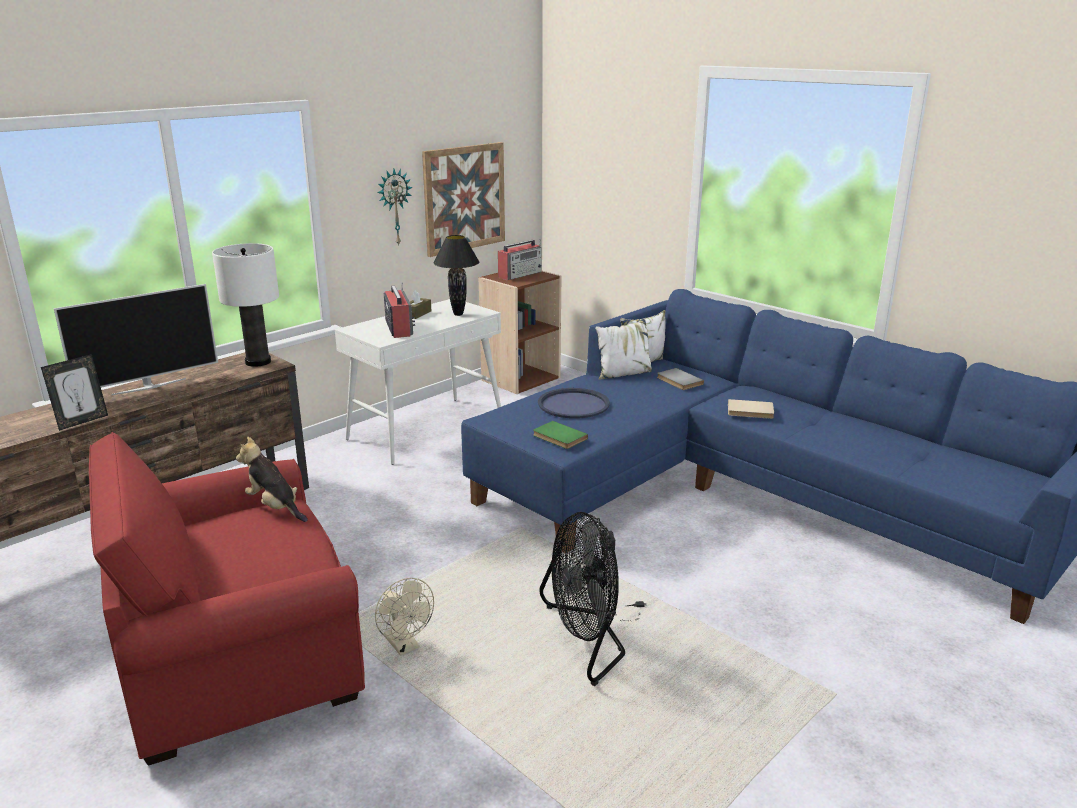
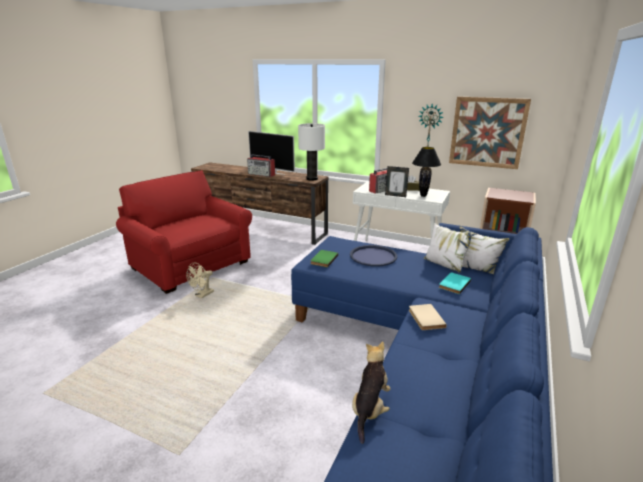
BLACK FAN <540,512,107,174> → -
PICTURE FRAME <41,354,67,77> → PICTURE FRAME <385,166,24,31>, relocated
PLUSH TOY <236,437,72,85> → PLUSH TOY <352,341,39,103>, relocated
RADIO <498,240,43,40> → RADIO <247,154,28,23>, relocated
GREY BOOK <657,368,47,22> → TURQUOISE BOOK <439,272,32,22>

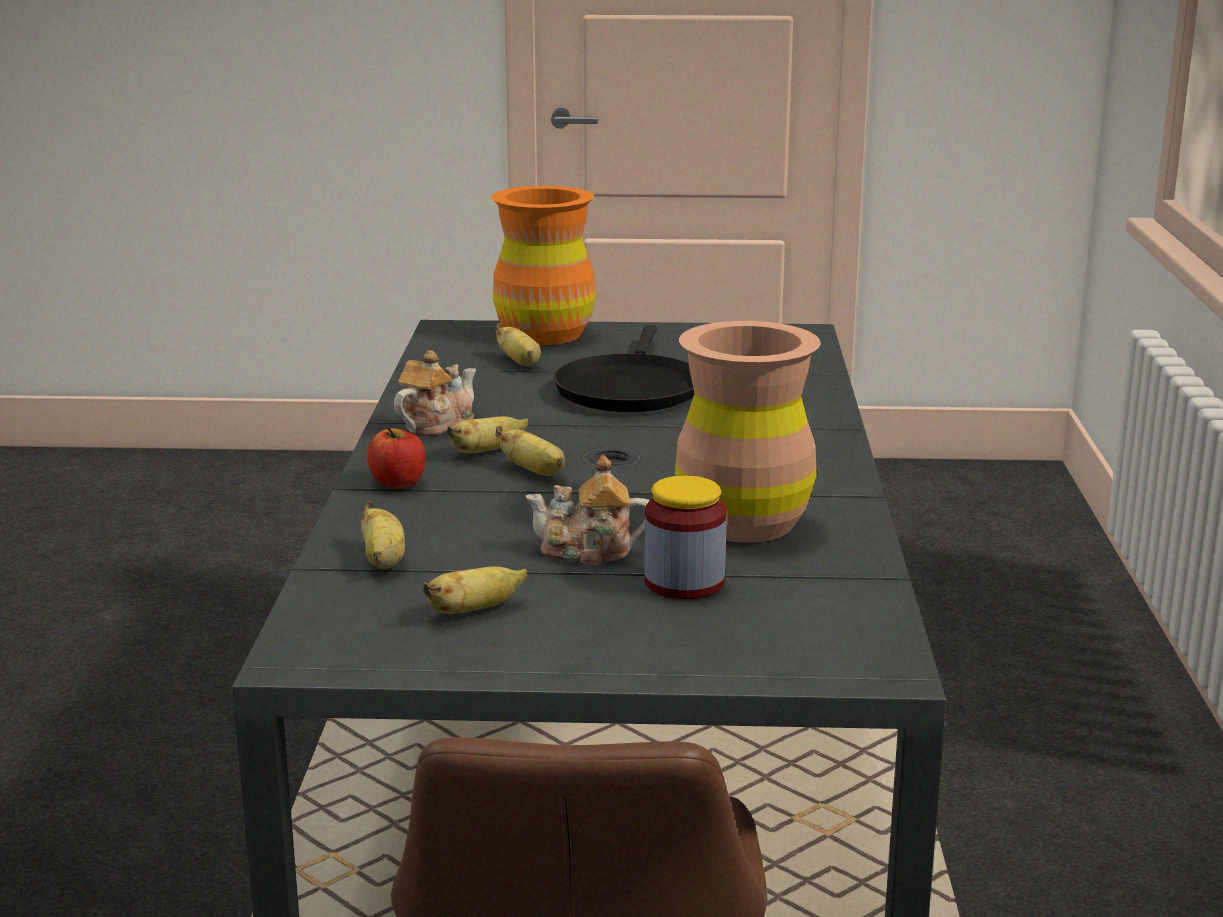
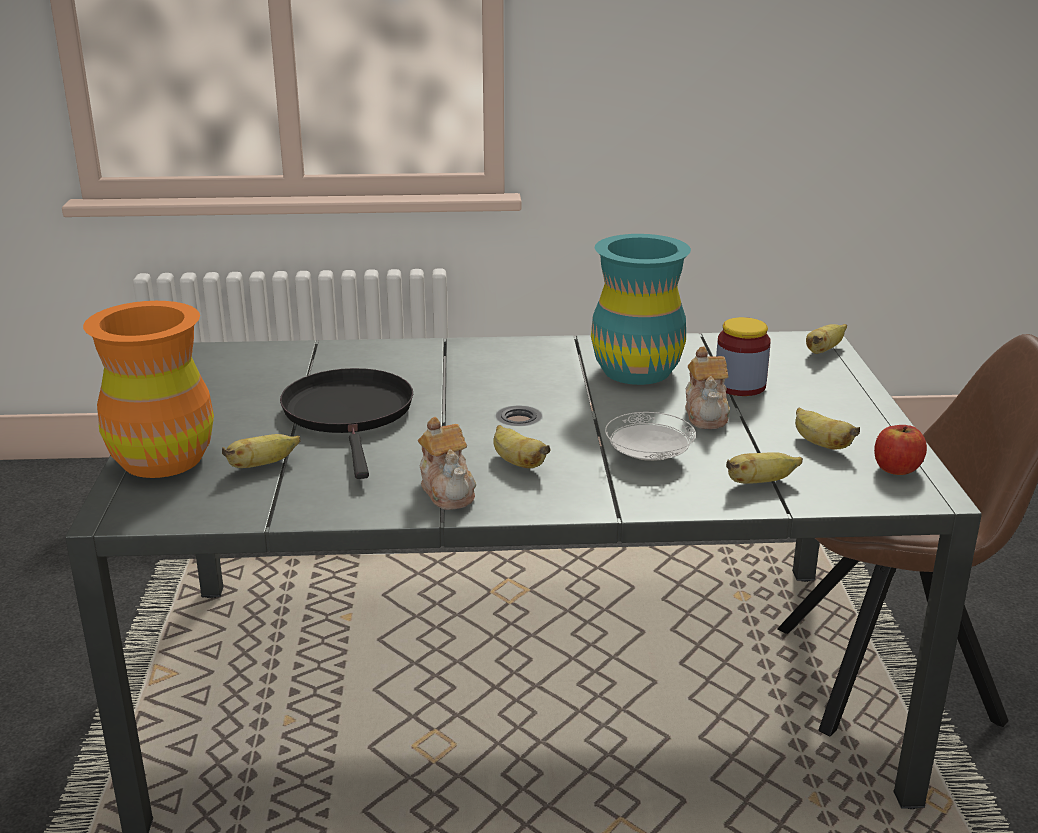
- → WHITE PLATE <605,412,91,49>
APPLE <367,427,59,61> → APPLE <874,425,53,50>, relocated
BANANA <495,426,70,50> → BANANA <806,324,41,30>, relocated
BROWN VASE <675,321,146,222> → TURQUOISE VASE <591,234,100,151>
TEAPOT <394,350,82,86> → TEAPOT <418,417,58,93>, 150 degrees counterclockwise
BLACK FRYING PAN <554,325,141,87> → BLACK FRYING PAN <280,368,133,111>, 105 degrees counterclockwise

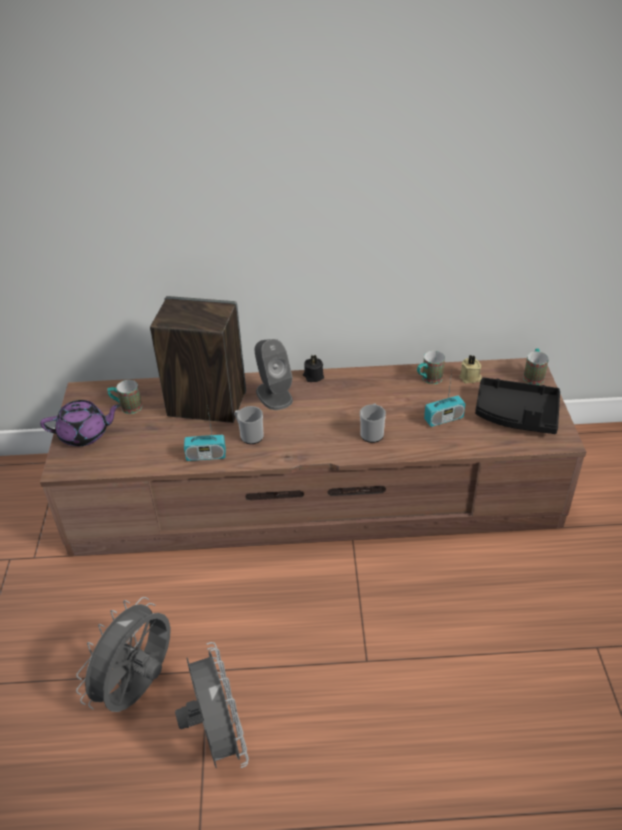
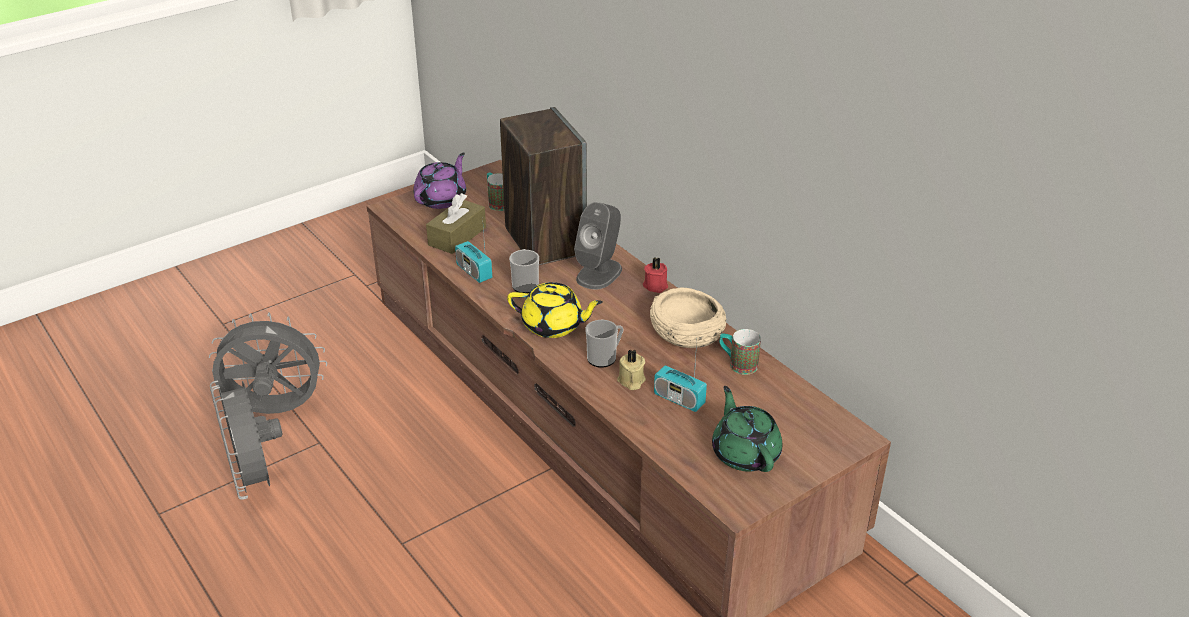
MUG <523,348,26,37> → -
- → BROWN TISSUE BOX <426,193,60,61>
- → YELLOW TEAPOT <507,282,96,56>
- → BEIGE BOWL <650,287,76,61>
BEIGE CANDLE <459,355,23,28> → BEIGE CANDLE <617,349,29,41>, relocated
BLACK TRAY <475,377,85,57> → GREEN TEAPOT <712,386,70,86>
BLACK CANDLE <303,354,21,28> → RED CANDLE <643,257,25,36>
PURPLE TEAPOT <40,400,81,46> → PURPLE TEAPOT <414,153,52,56>, 105 degrees counterclockwise
GREY FAN <175,642,74,126> → GREY FAN <210,380,73,120>, 120 degrees clockwise

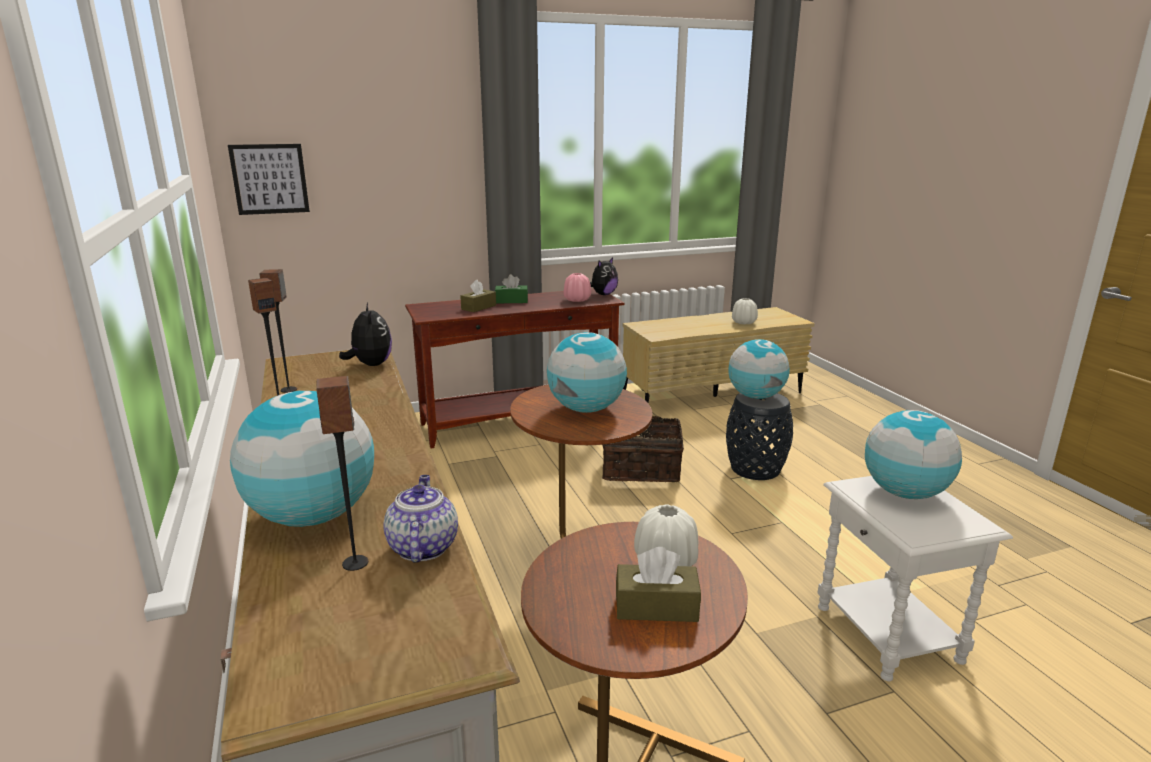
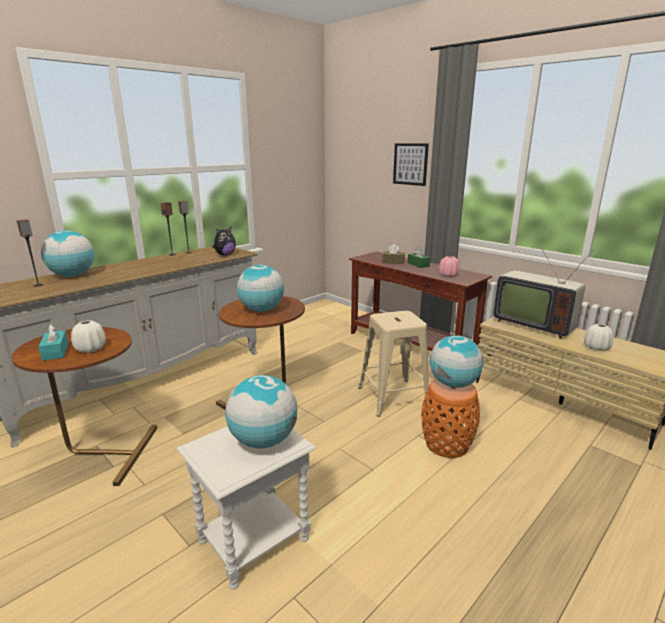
TEAPOT <383,475,75,88> → -
PLUSH TOY <590,257,28,38> → -
- → TELEVISION <493,245,101,94>
PICTURE <228,144,82,71> → PICTURE <393,143,36,43>, relocated
BASKET <602,416,82,66> → BEIGE STOOL <358,311,71,106>
BROWN TISSUE BOX <616,547,85,75> → TURQUOISE TISSUE BOX <38,324,30,37>
BLACK STOOL <726,393,67,87> → ORANGE STOOL <421,379,59,79>

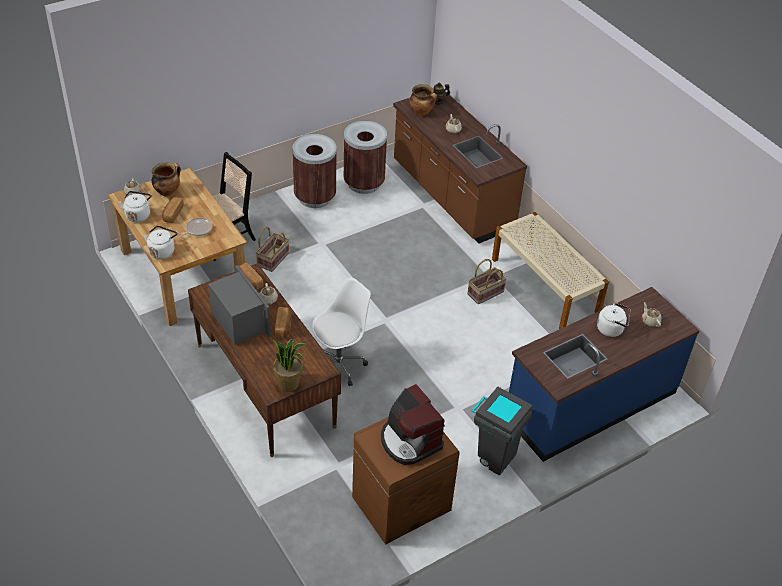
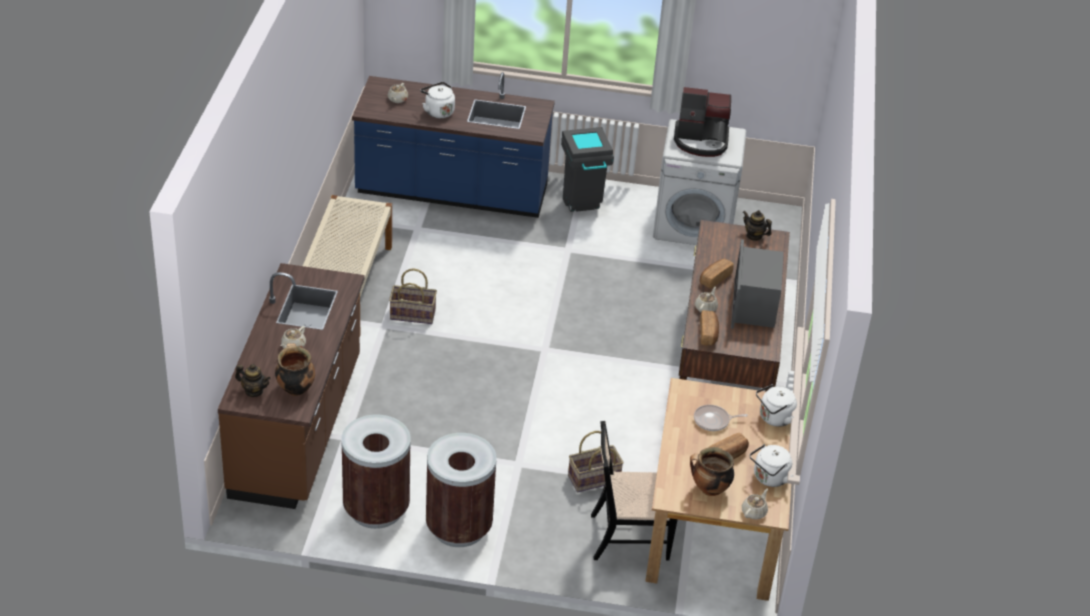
WHITE OFFICE CHAIR <312,278,59,108> → -
POTTED PLANT <273,339,33,53> → TEAPOT <743,210,29,31>
BROWN WASHING MACHINE <352,417,108,128> → WHITE WASHING MACHINE <653,119,94,126>
COFFEE MACHINE <381,384,64,81> → COFFEE MACHINE <674,87,57,70>, 90 degrees clockwise

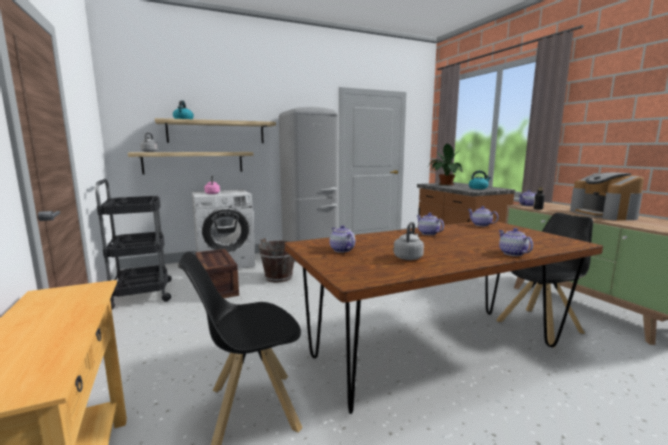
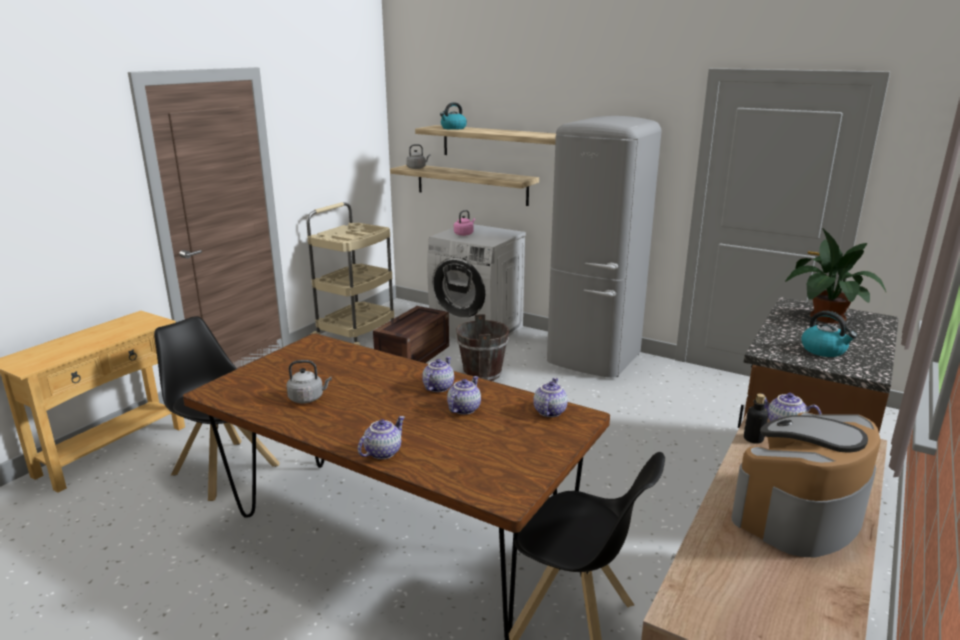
TEAPOT <329,225,26,28> → TEAPOT <447,376,34,39>, relocated
BLACK CART <95,179,77,131> → BEIGE CART <307,202,87,144>

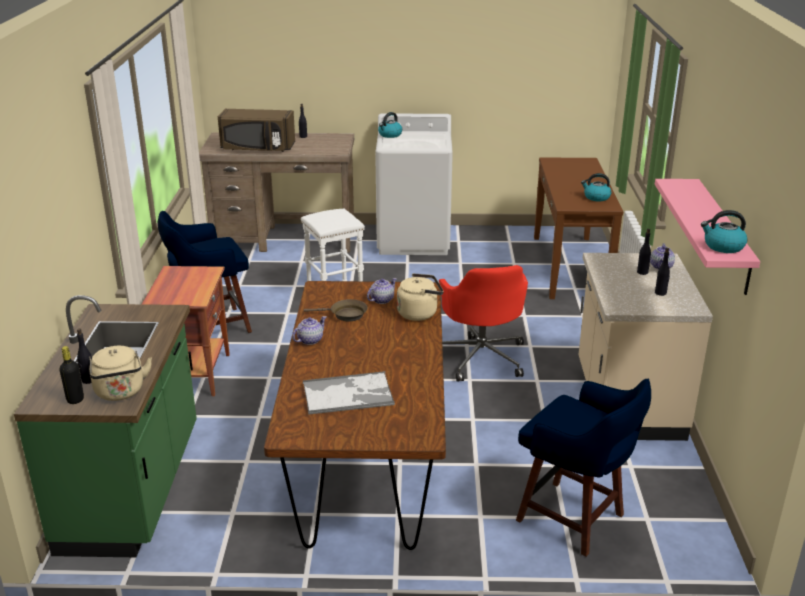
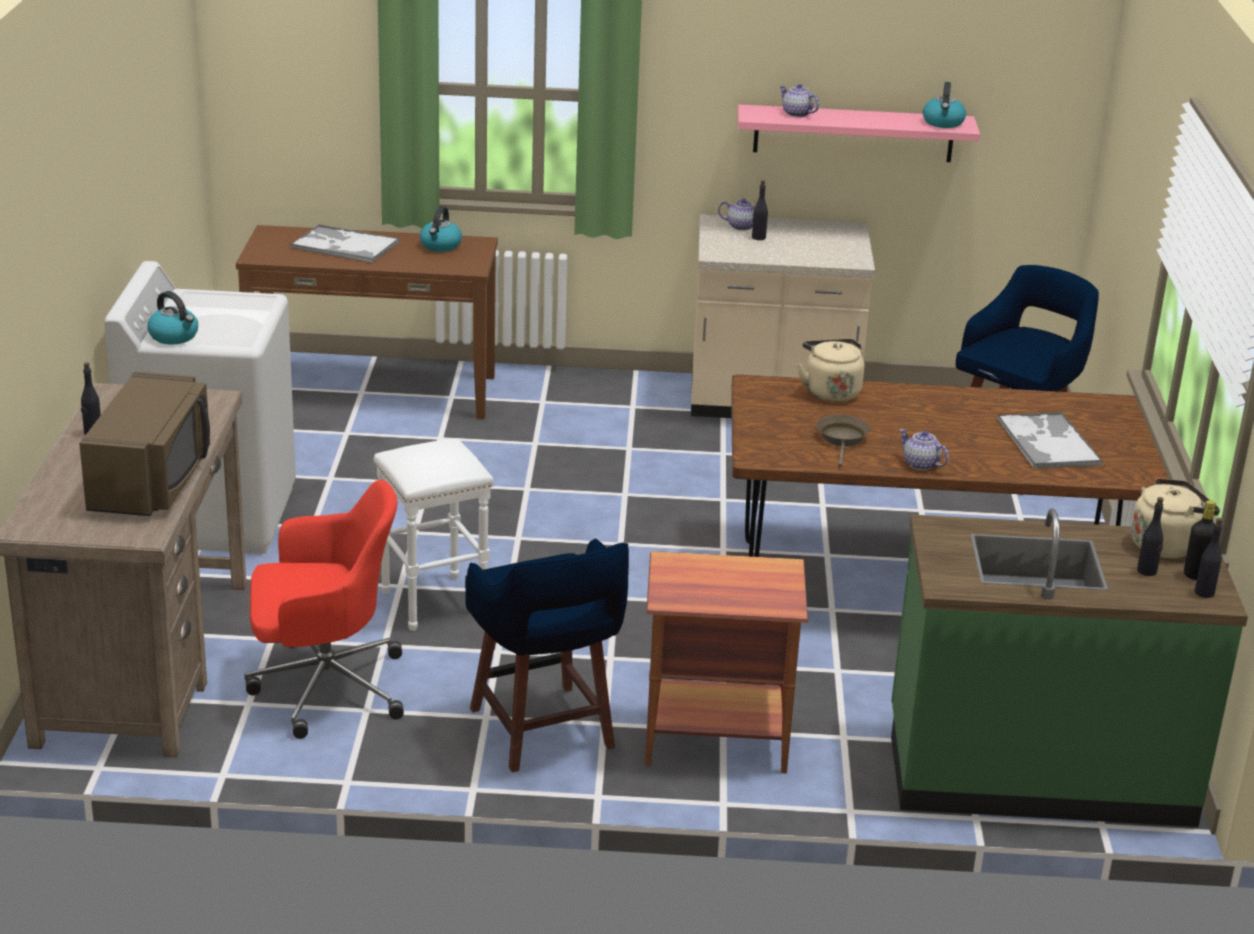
- → TRAY <290,224,109,39>
TEAPOT <367,278,30,26> → TEAPOT <779,84,40,33>, relocated
RED OFFICE CHAIR <439,265,89,117> → RED OFFICE CHAIR <244,480,160,259>, relocated
BLACK BOTTLE <655,248,15,48> → BLACK BOTTLE <1195,518,27,80>, relocated

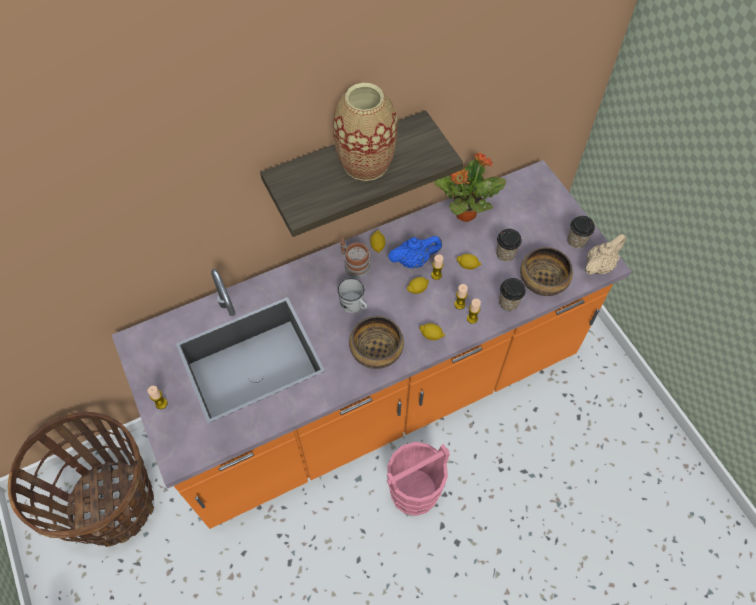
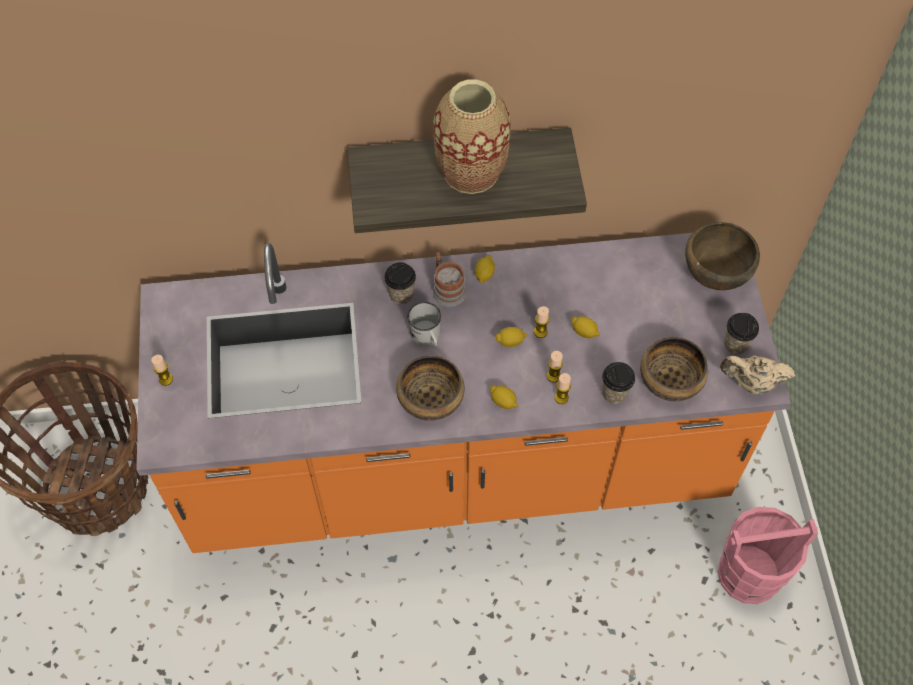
BLUE TEAPOT <388,236,54,32> → -
POTTED PLANT <434,152,72,70> → -
- → BROWN BOWL <685,222,75,68>
PINK BUCKET <387,442,63,74> → PINK BUCKET <718,507,100,97>, relocated
CUP <496,229,26,33> → CUP <384,262,32,42>, relocated
BEIGE TEAPOT <585,234,41,41> → BEIGE TEAPOT <720,356,75,39>, 150 degrees counterclockwise

